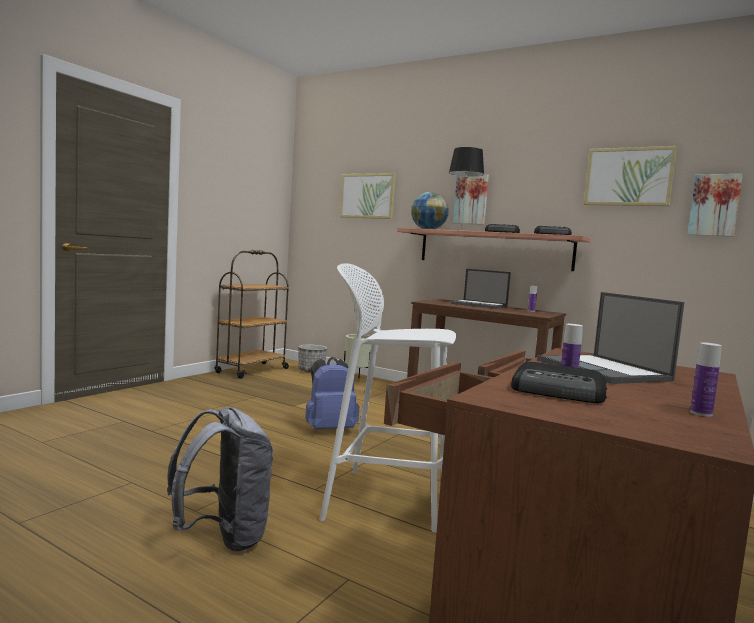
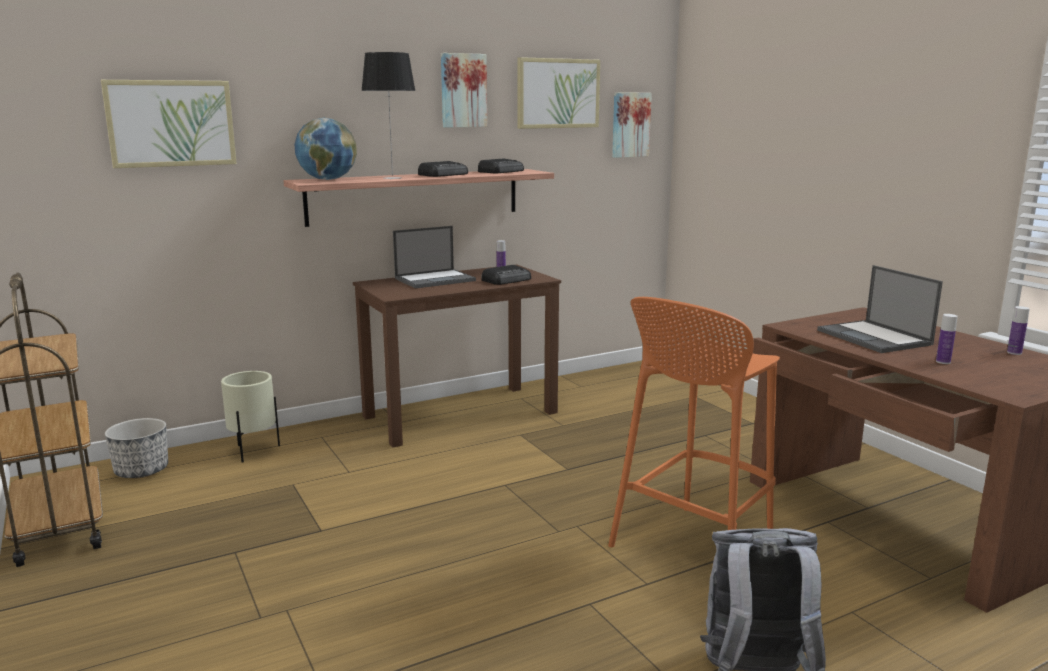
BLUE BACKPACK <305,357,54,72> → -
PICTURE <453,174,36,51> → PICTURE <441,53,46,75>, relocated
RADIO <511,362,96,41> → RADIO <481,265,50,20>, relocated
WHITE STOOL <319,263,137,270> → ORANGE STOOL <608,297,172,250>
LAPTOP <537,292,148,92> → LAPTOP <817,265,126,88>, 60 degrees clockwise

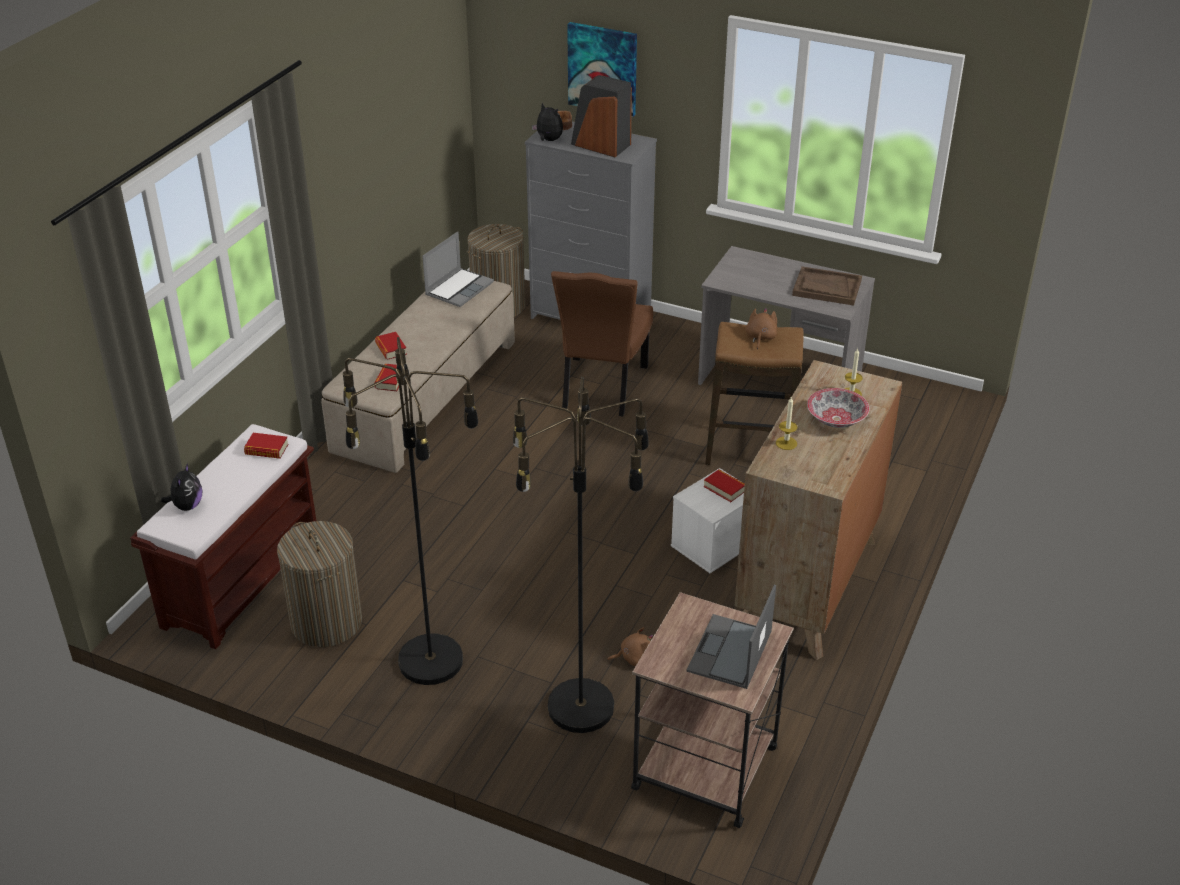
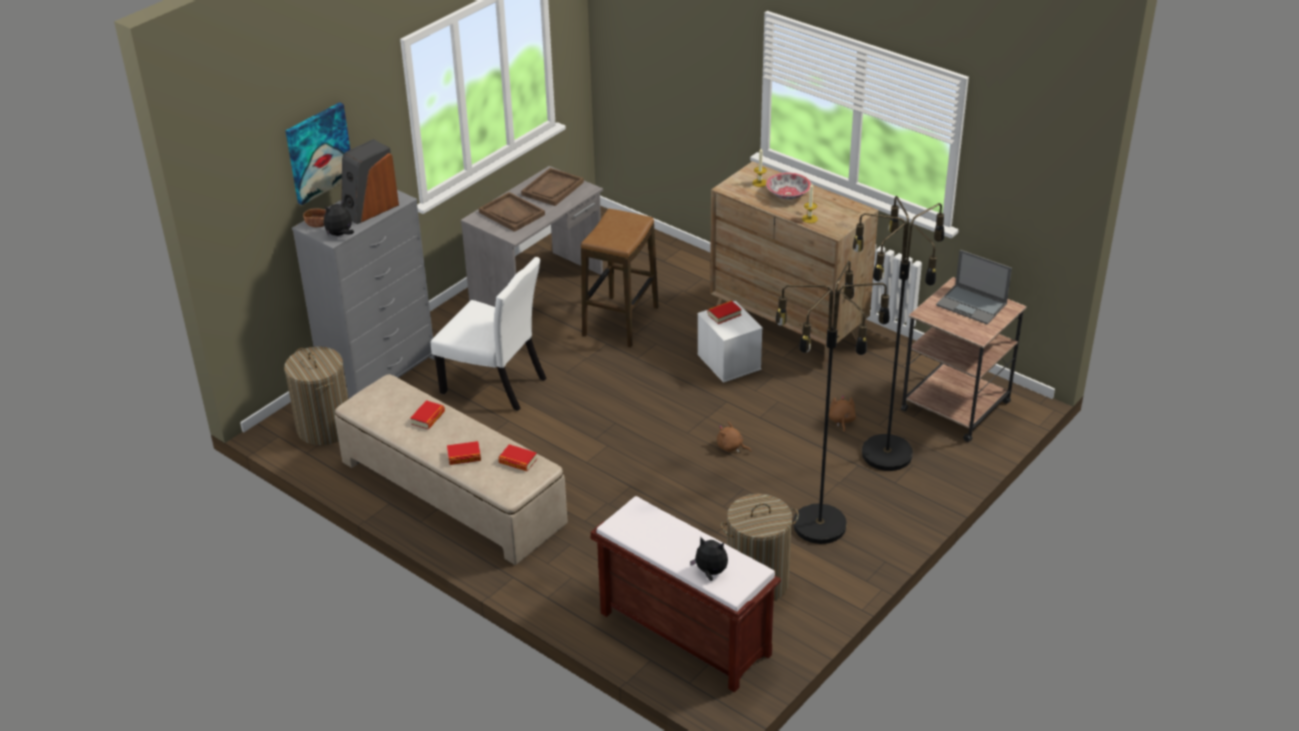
LAPTOP <423,232,71,75> → -
- → BROWN TRAY <479,192,66,40>
BOOK <244,433,44,26> → BOOK <410,400,35,29>, relocated
BROWN PLUSH TOY <745,308,32,41> → BROWN PLUSH TOY <717,422,35,31>, relocated
BROWN CHAIR <551,271,102,146> → WHITE CHAIR <431,257,116,154>

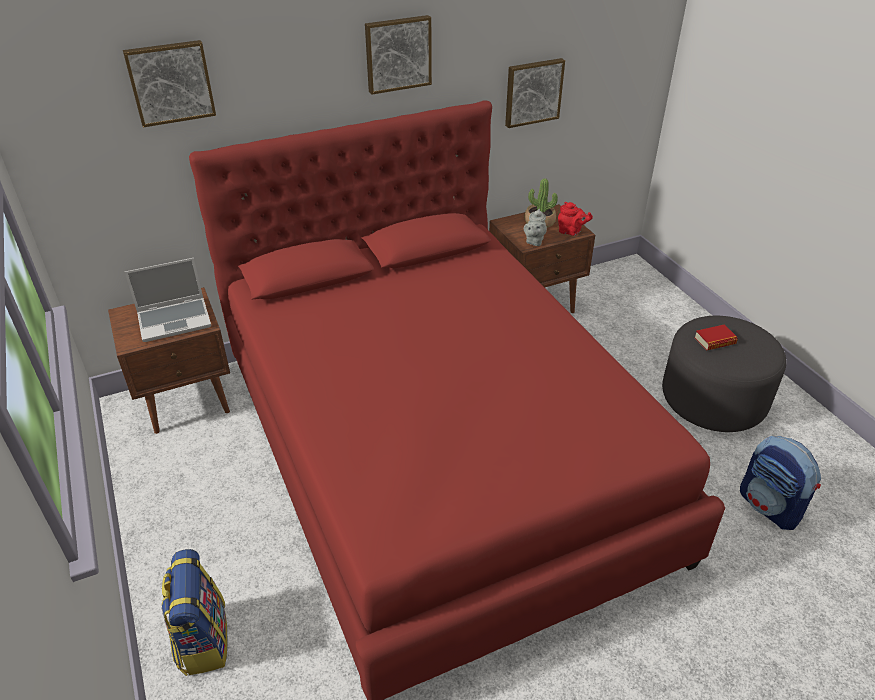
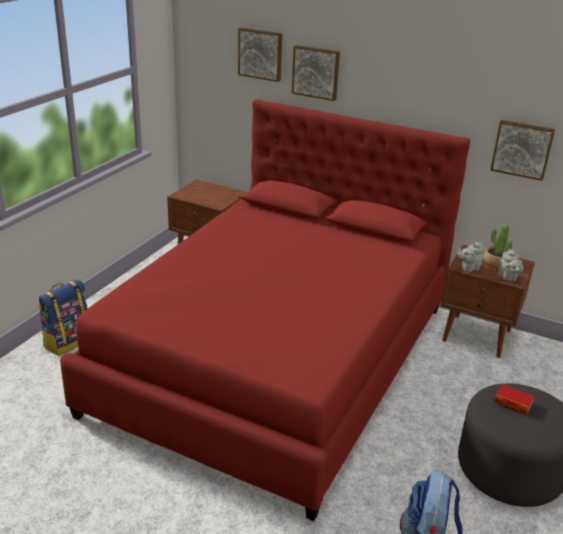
LAPTOP <125,258,86,84> → -
PICTURE <365,15,67,80> → PICTURE <292,45,48,56>, relocated
RED TEAPOT <558,202,35,34> → GREY TEAPOT <498,249,25,33>

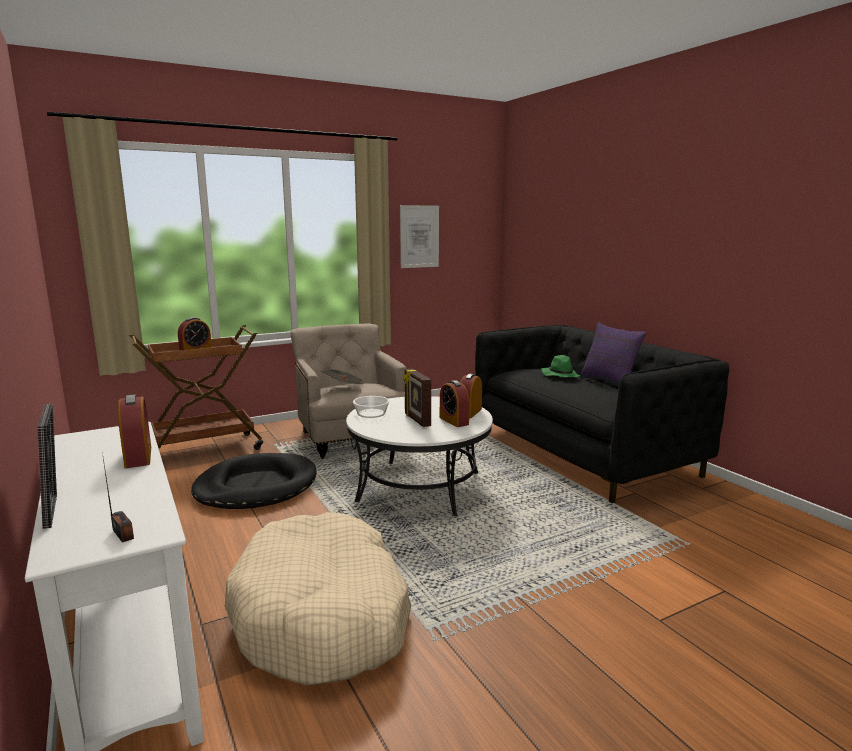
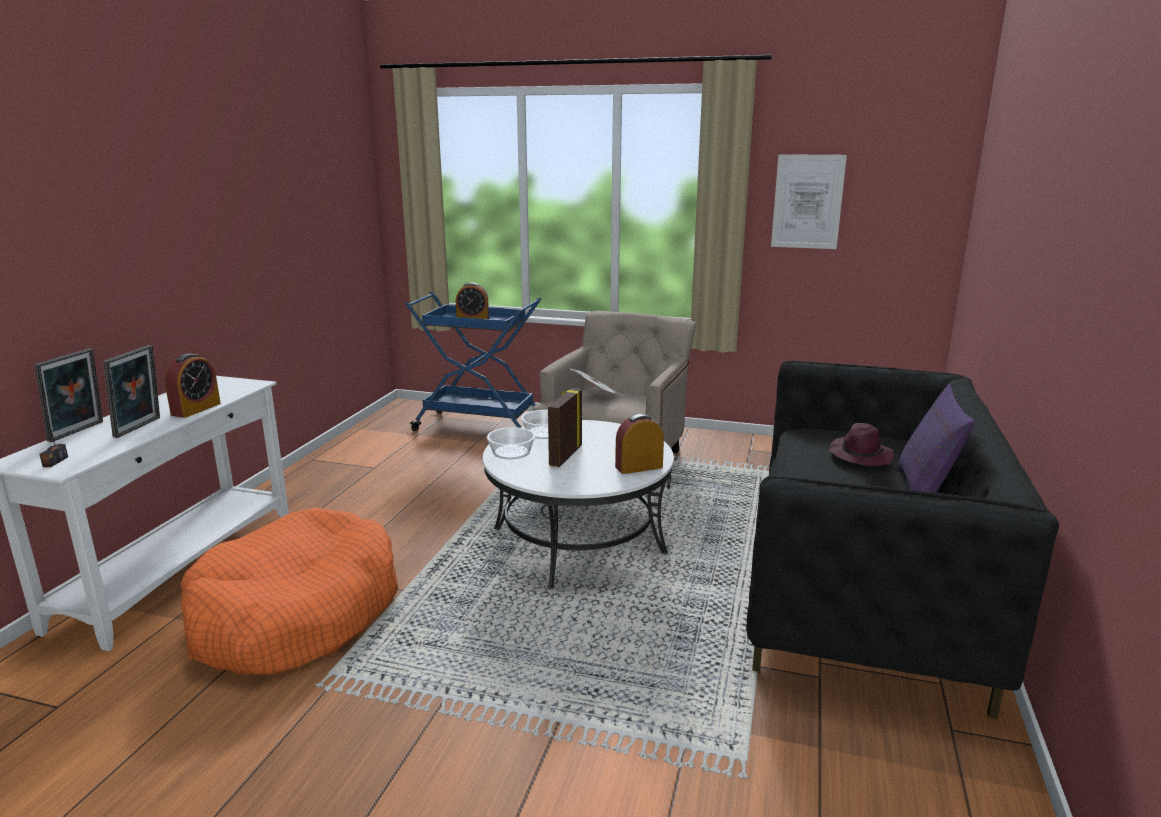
BLACK DOG BED <191,453,126,56> → -
ALARM CLOCK <440,380,30,47> → -
- → PICTURE FRAME <103,345,57,93>
- → BOWL <487,427,48,33>
BROWN CART <129,325,134,125> → BLUE CART <404,292,138,139>
BEIGE DOG BED <225,512,186,173> → ORANGE DOG BED <181,507,217,168>
GREEN HAT <541,355,39,22> → PURPLE HAT <829,423,65,43>

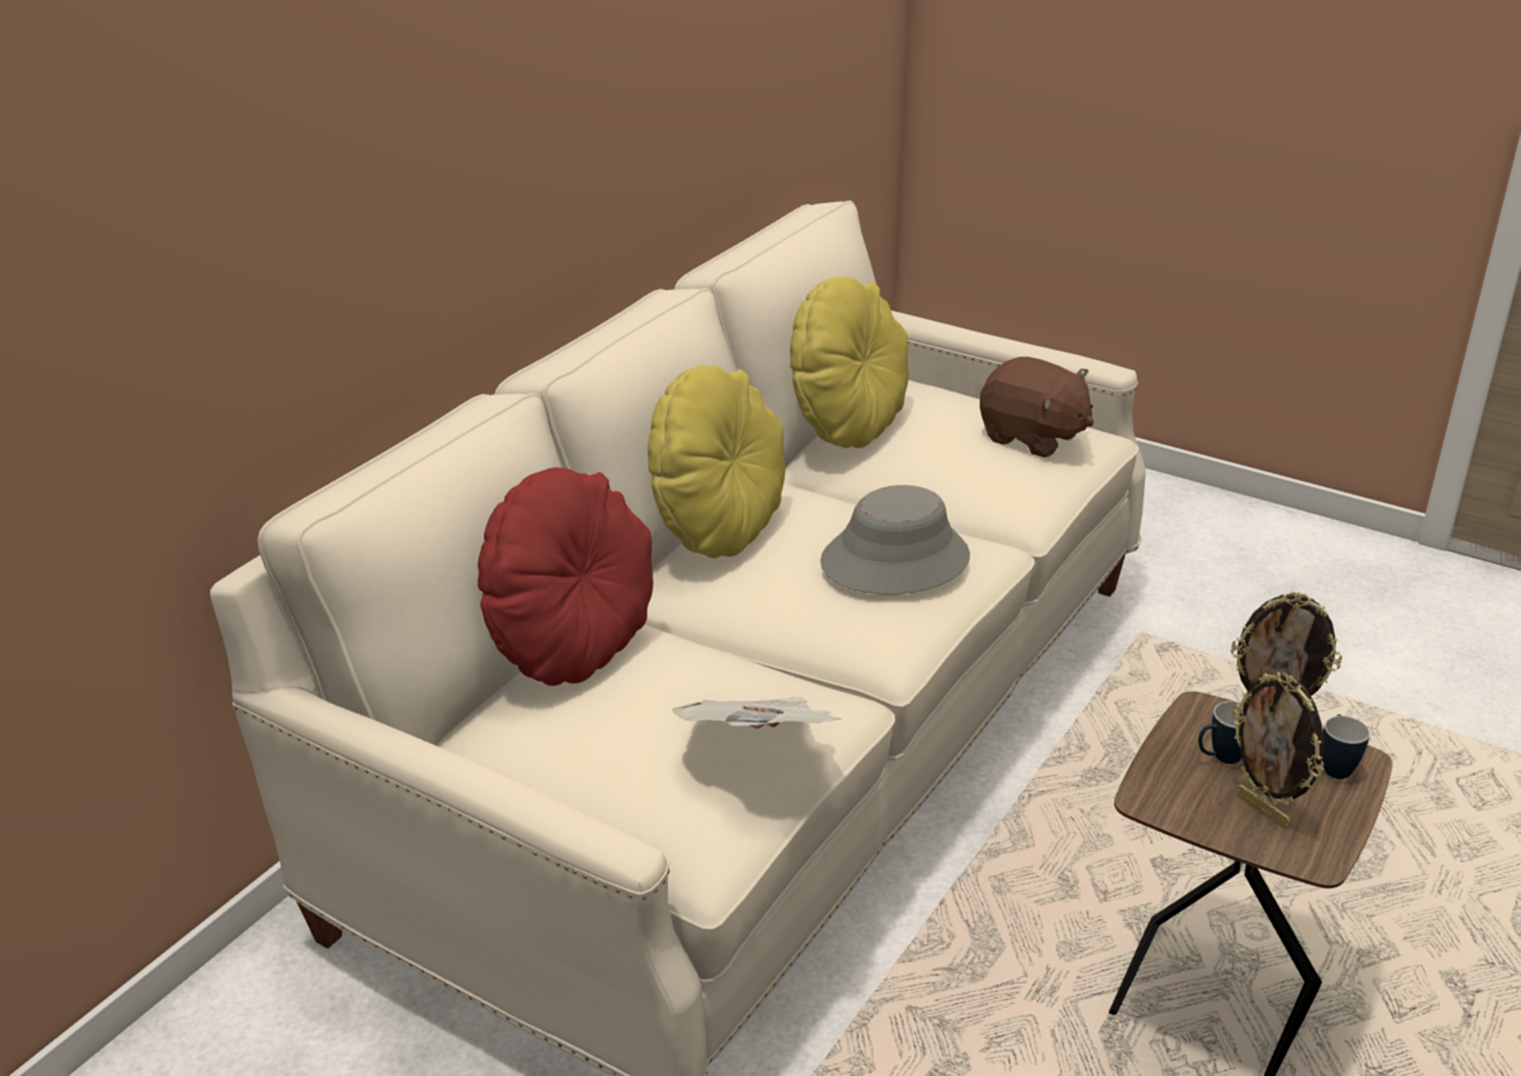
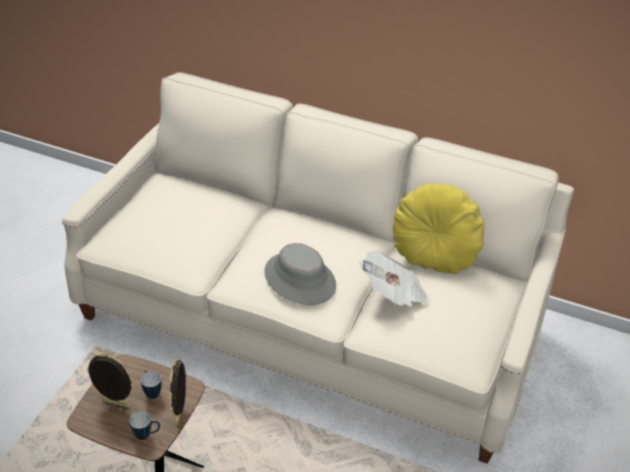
RED PILLOW <478,467,175,219> → -
YELLOW PILLOW <648,365,137,193> → -
BROWN PLUSH TOY <980,357,114,100> → -
NEWSPAPER <672,697,170,32> → NEWSPAPER <359,251,72,56>, relocated
PICTURE FRAME <1231,672,93,156> → PICTURE FRAME <87,352,48,56>, 60 degrees clockwise

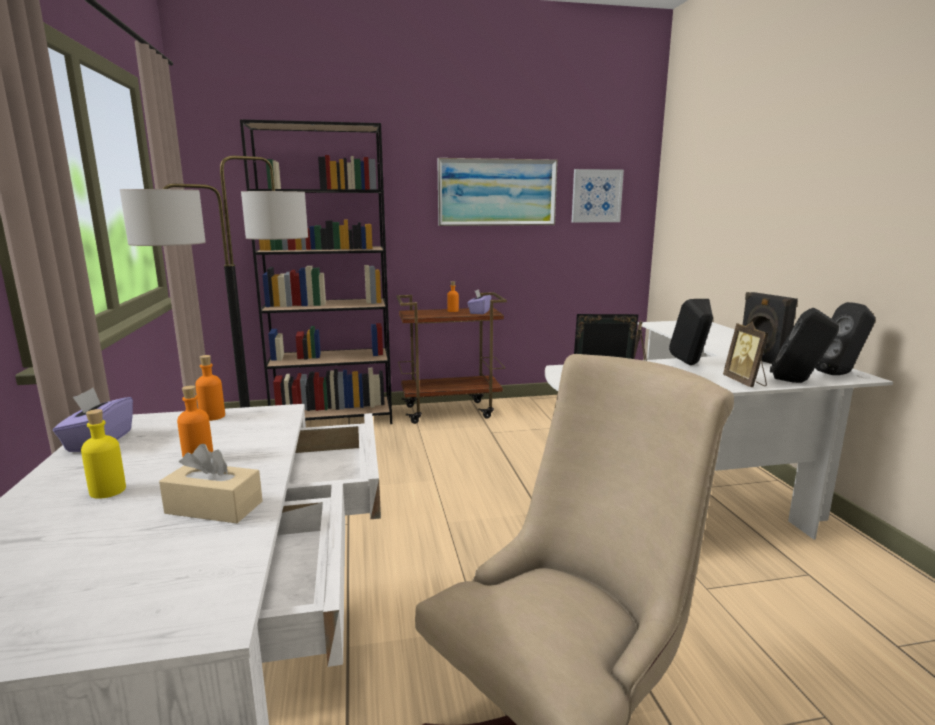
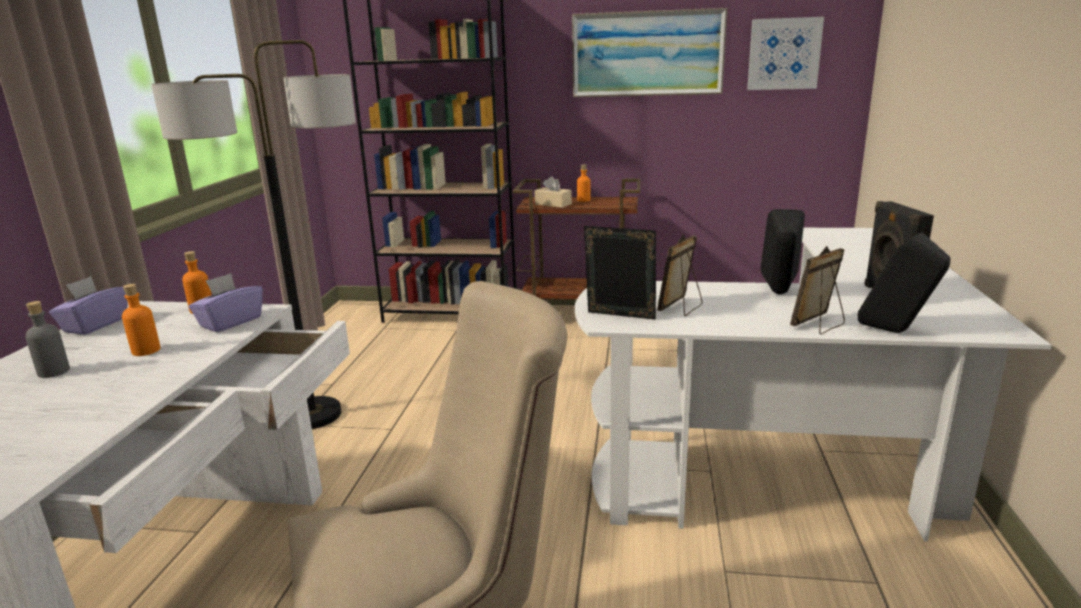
BLACK SPEAKER <815,302,60,73> → -
BEIGE TISSUE BOX <159,444,104,79> → BEIGE TISSUE BOX <535,176,37,32>, relocated
PURPLE TISSUE BOX <467,289,24,25> → PURPLE TISSUE BOX <188,273,75,59>, relocated
YELLOW BOTTLE <81,409,45,90> → GREY BOTTLE <25,301,45,77>
PICTURE FRAME <723,322,46,65> → PICTURE FRAME <790,246,55,88>, 45 degrees clockwise

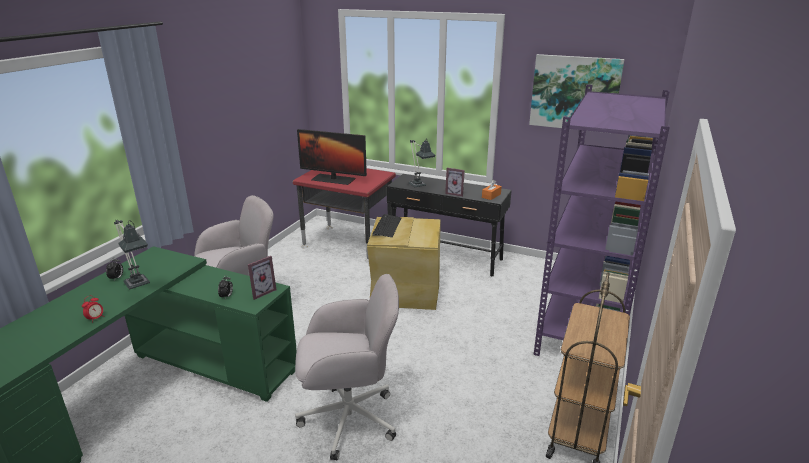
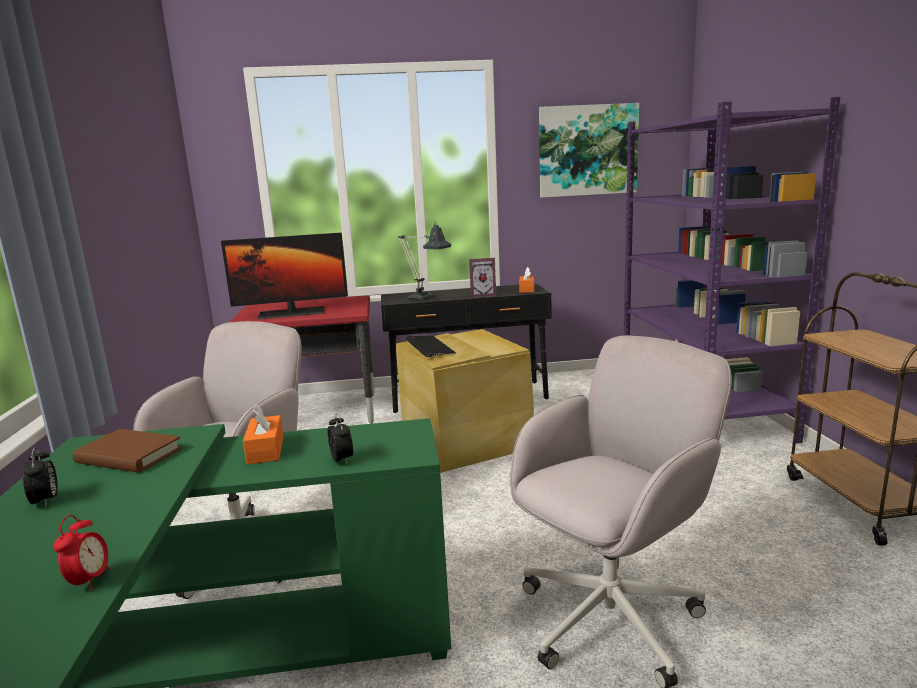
TABLE LAMP <114,219,36,70> → -
PICTURE FRAME <248,256,29,44> → -
- → BROWN BOOK <72,429,111,43>
- → ORANGE TISSUE BOX <243,404,41,60>

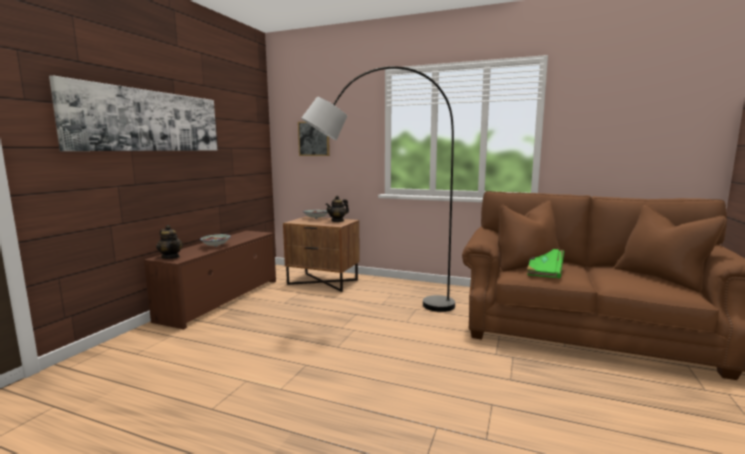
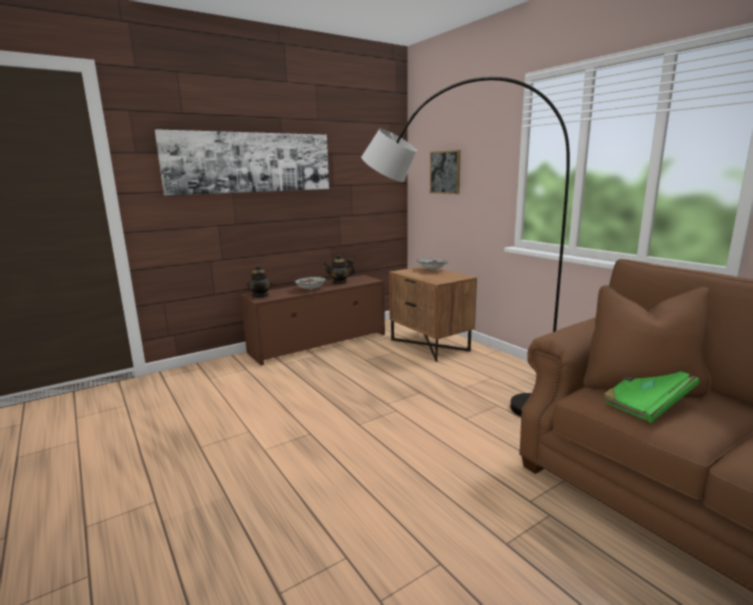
TEAPOT <325,195,24,27> → TEAPOT <324,254,32,30>, relocated

